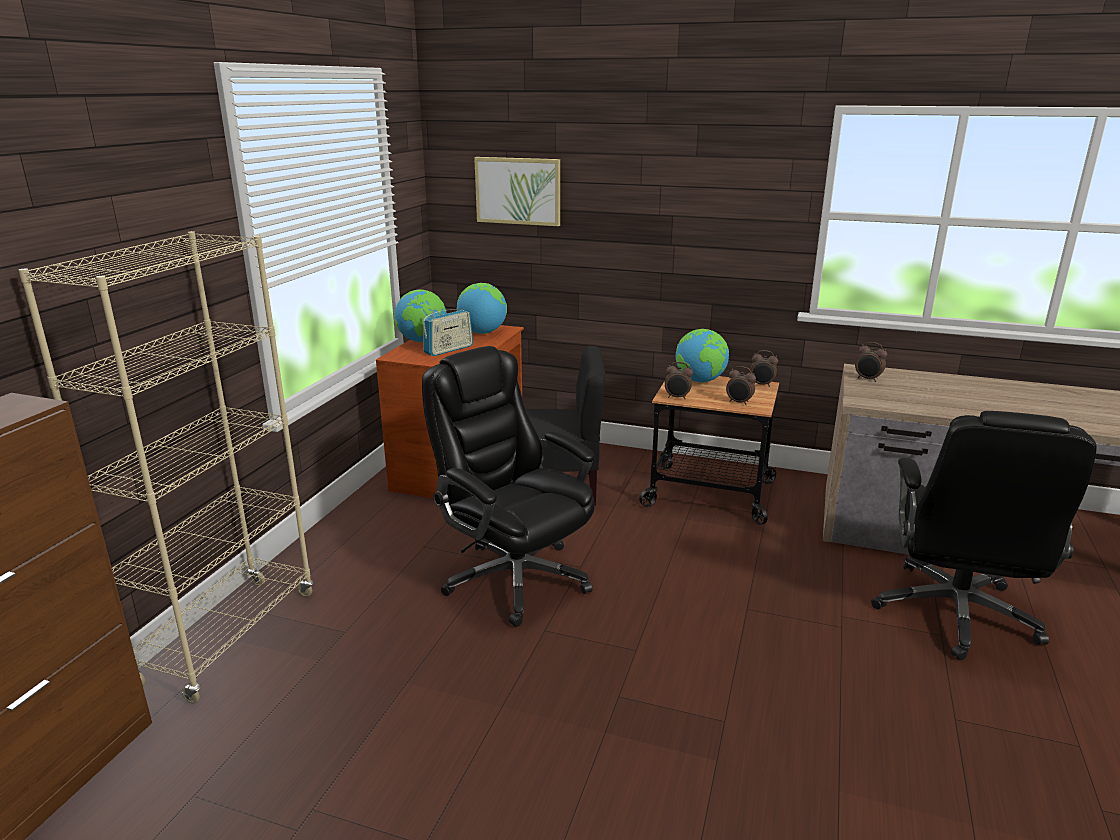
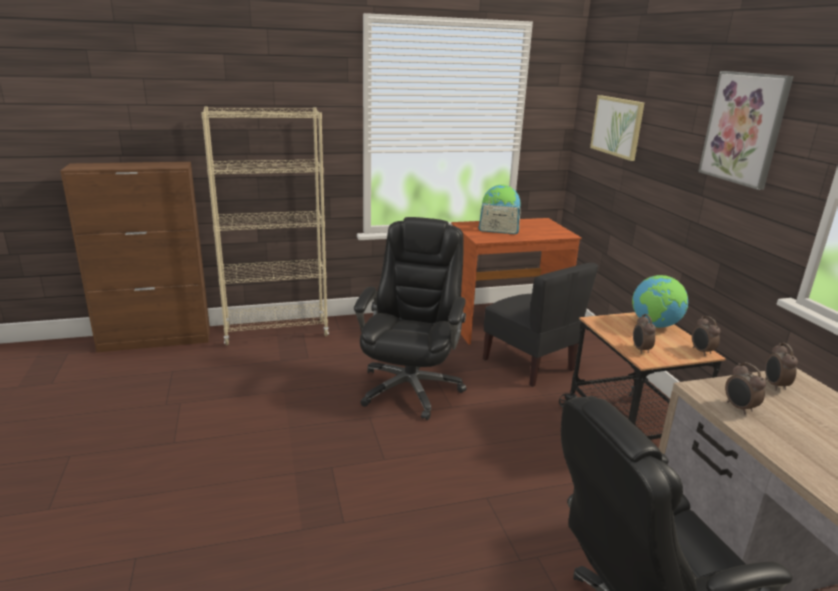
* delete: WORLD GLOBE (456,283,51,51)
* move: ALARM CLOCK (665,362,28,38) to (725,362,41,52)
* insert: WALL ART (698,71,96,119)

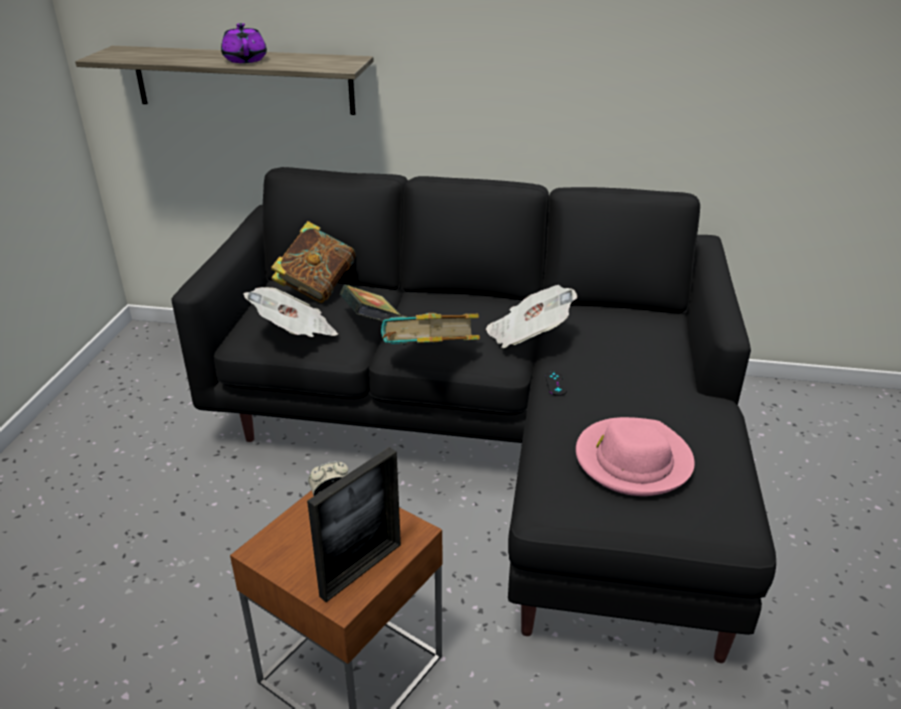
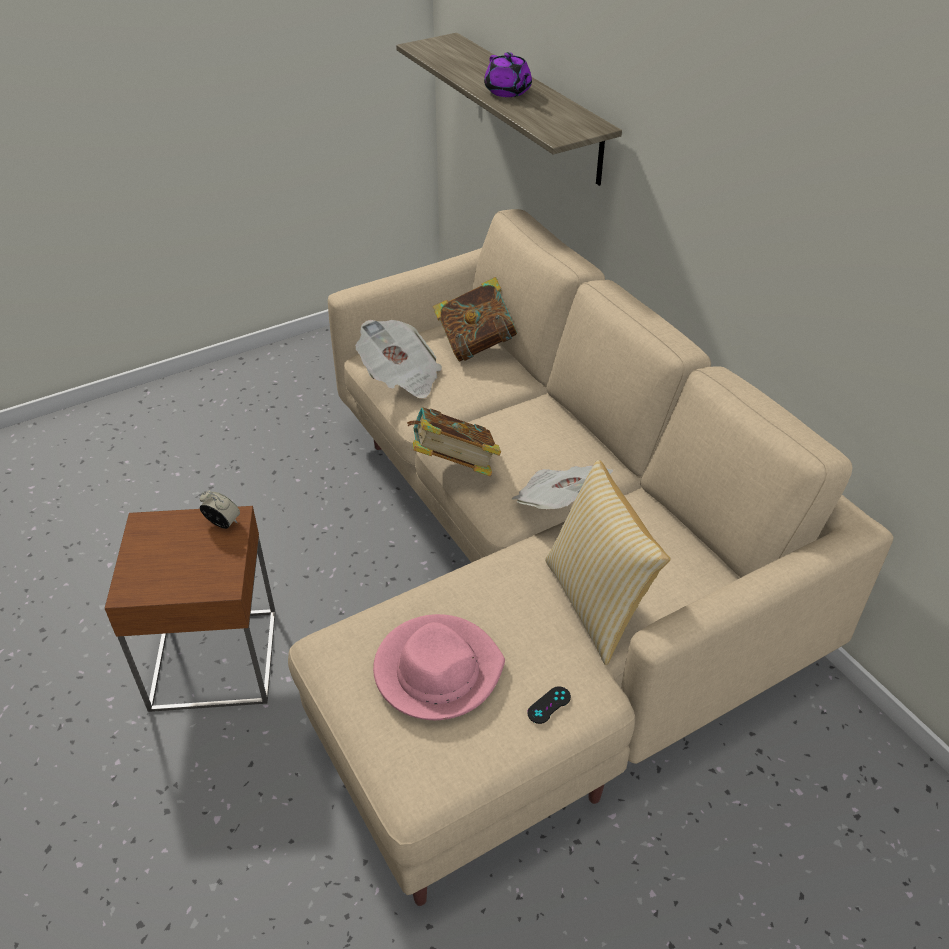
* rotate: PURPLISH TEA POT (221,23,46,40) = (484,52,48,45) 120 degrees clockwise
* recolor: BLACK SETTEE (171,167,605,496) to BEIGE-COLOURED SETTEE (288,209,605,697)
* delete: BOOK (340,285,62,37)
* move: BLACK JOYPAD (546,372,21,24) to (527,686,44,38)
* delete: STANDING FRAME (307,447,94,155)
* insert: PILLOW (545,460,126,205)

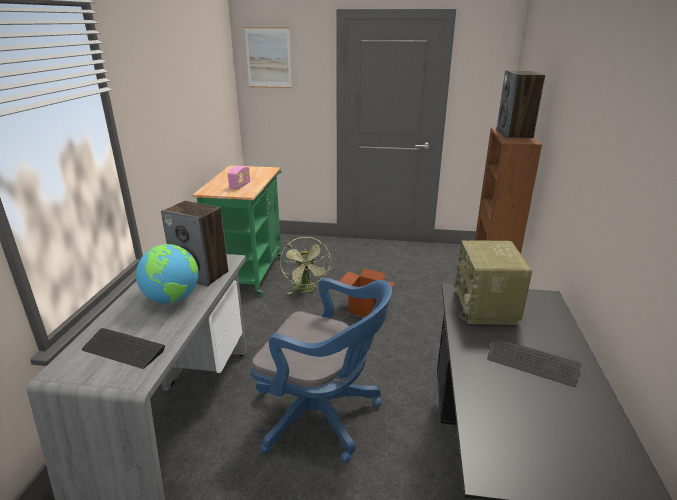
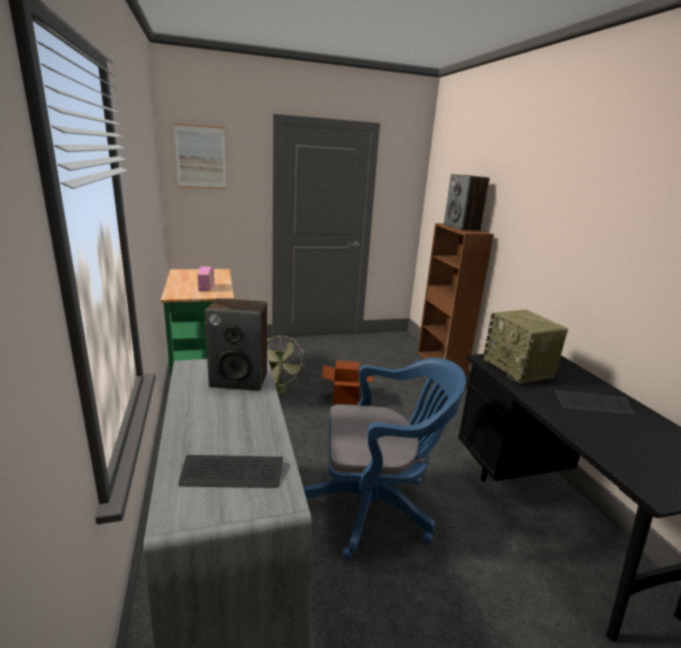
* delete: WORLD GLOBE (136,244,63,59)

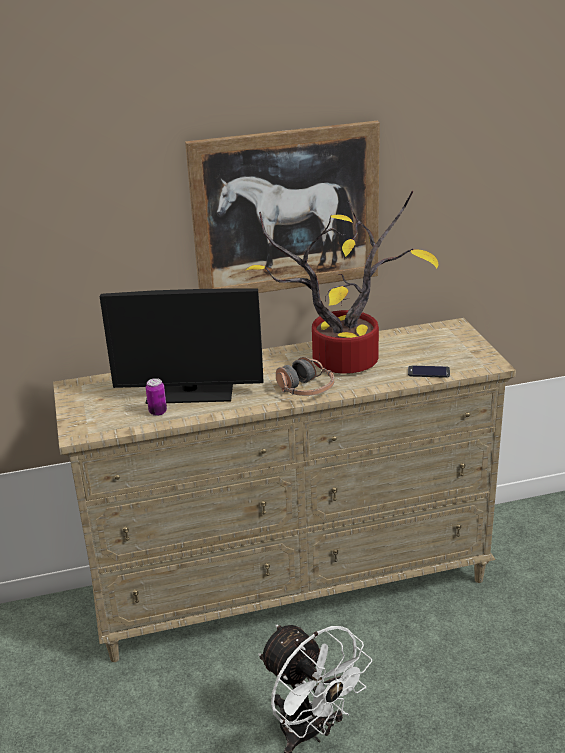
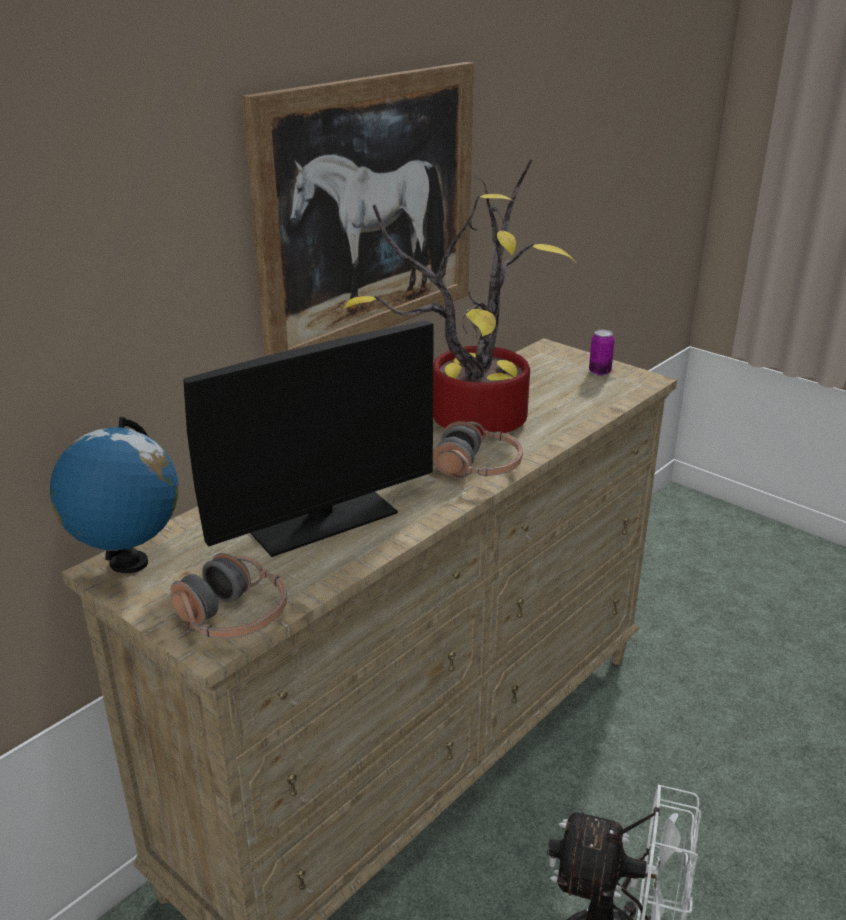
* delete: PHONE (408,366,42,12)
* move: CAN (146,378,21,38) to (589,330,26,46)
* insert: WORLD GLOBE (50,417,128,156)
* insert: PAIR OF HEADPHONES (171,553,116,85)

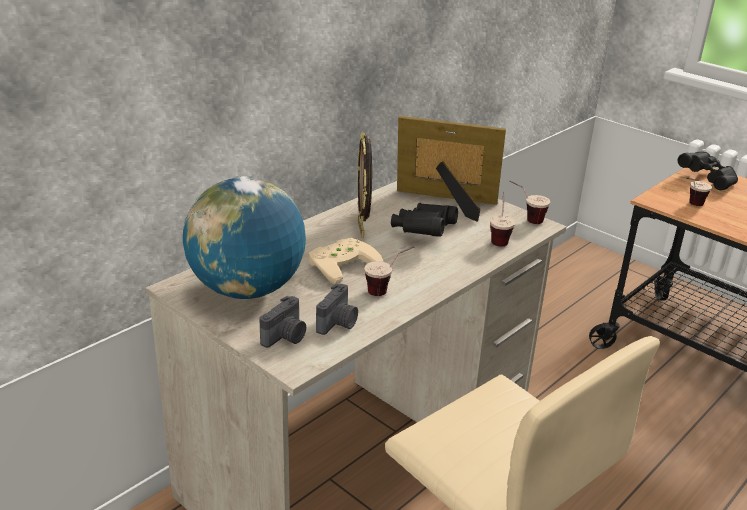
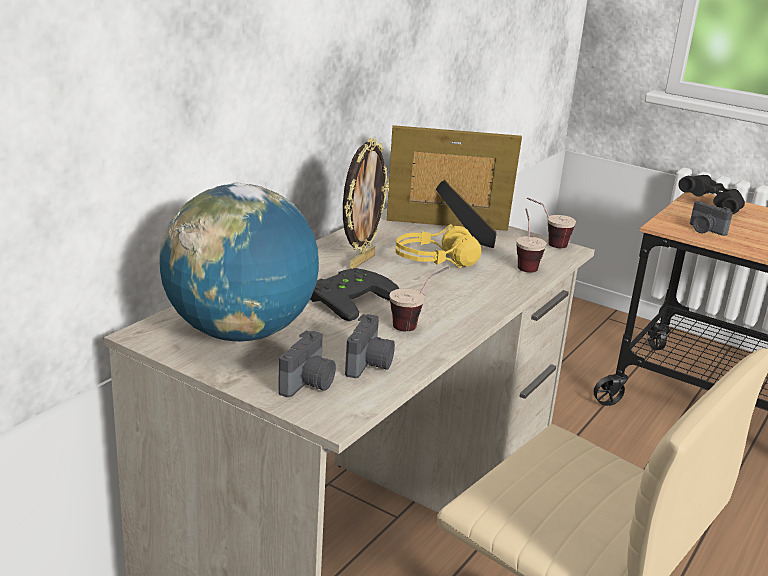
* rotate: STANDING FRAME (357,132,15,106) = (343,138,46,131) 135 degrees counterclockwise
* replace: SMALL CUP (686,178,26,28) to PHOTO CAMERA (690,201,43,35)
* replace: BLACK PAIR OF BINOCULARS (391,203,67,34) to YELLOW-COLOURED PAIR OF HEADPHONES (396,224,85,44)
* recolor: BEIGE-COLOURED JOYPAD (309,238,74,47) to BLACK JOYPAD (310,268,90,54)

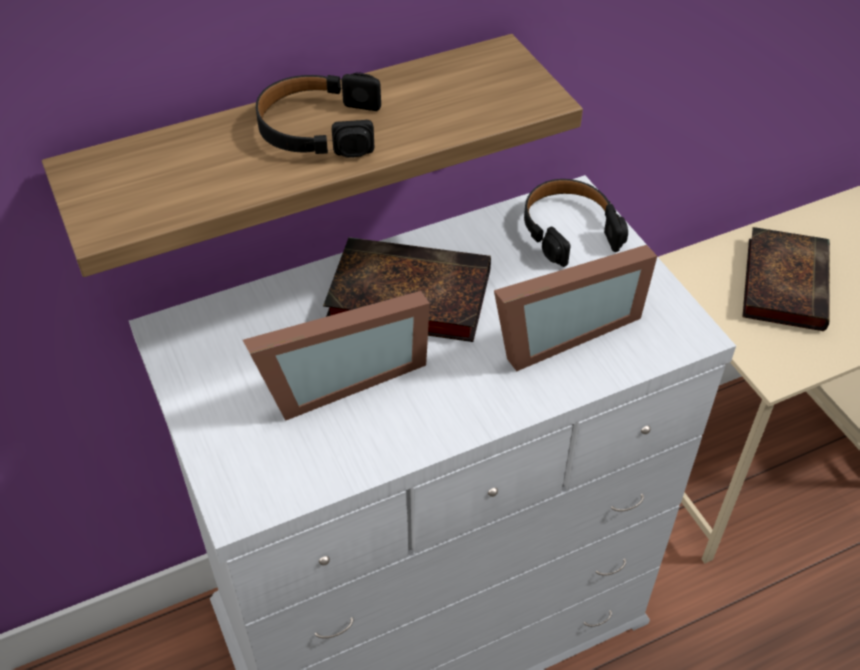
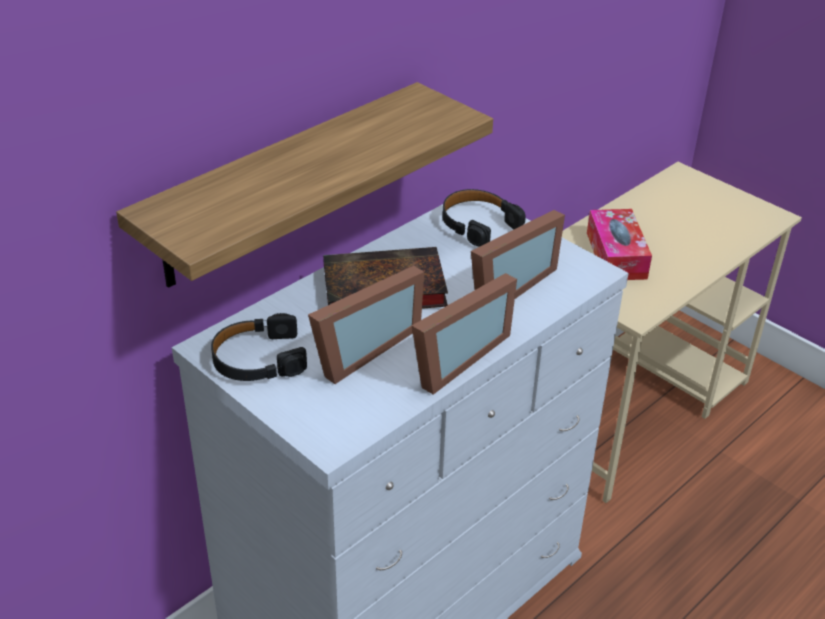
* move: BLACK PAIR OF HEADPHONES (256,72,125,86) to (211,313,96,68)
* replace: BOOK (742,227,88,104) to BOX OF TISSUES (587,209,65,71)
* insert: STANDING FRAME (412,273,105,122)

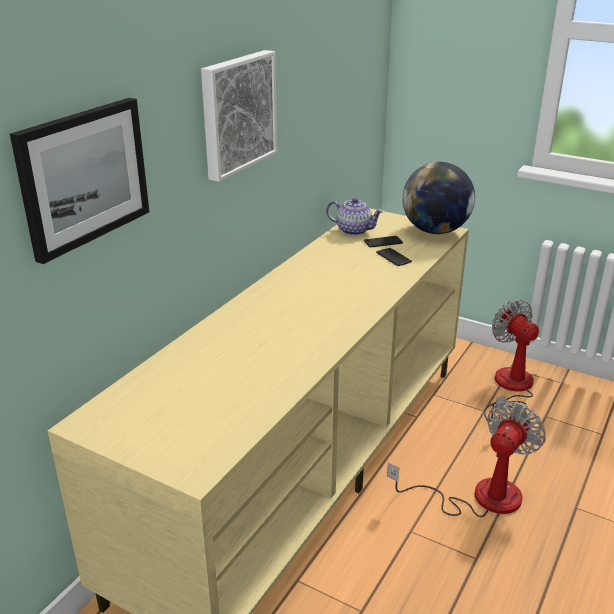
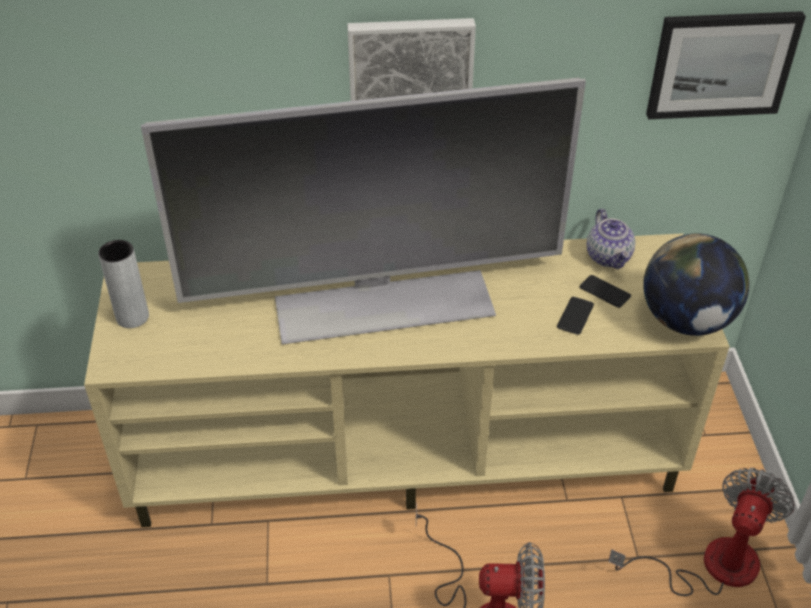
* move: WALL ART (10,98,139,166) to (646,11,160,108)
* insert: TV SET (141,77,445,267)
* insert: GREY VASE (98,240,51,88)

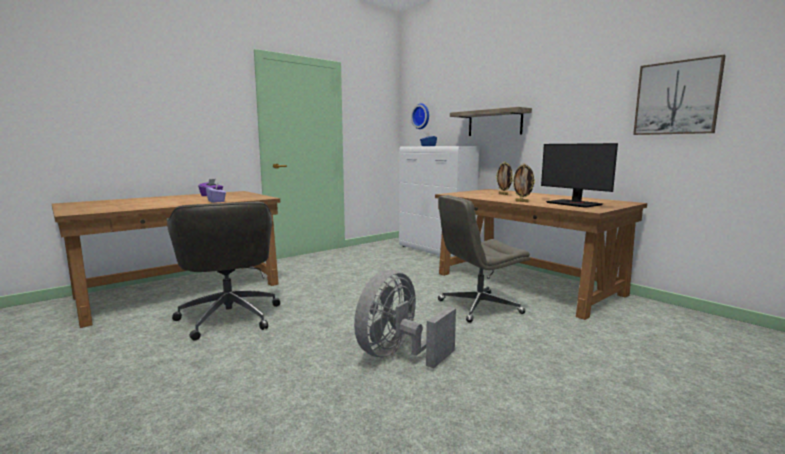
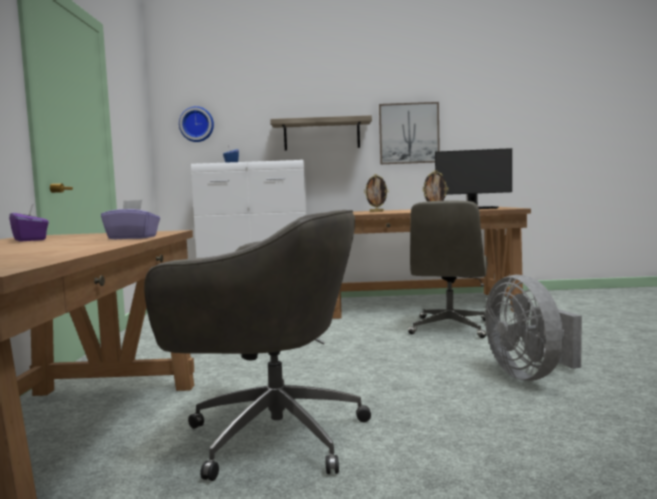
* move: WALL ART (633,55,93,80) to (379,102,61,62)

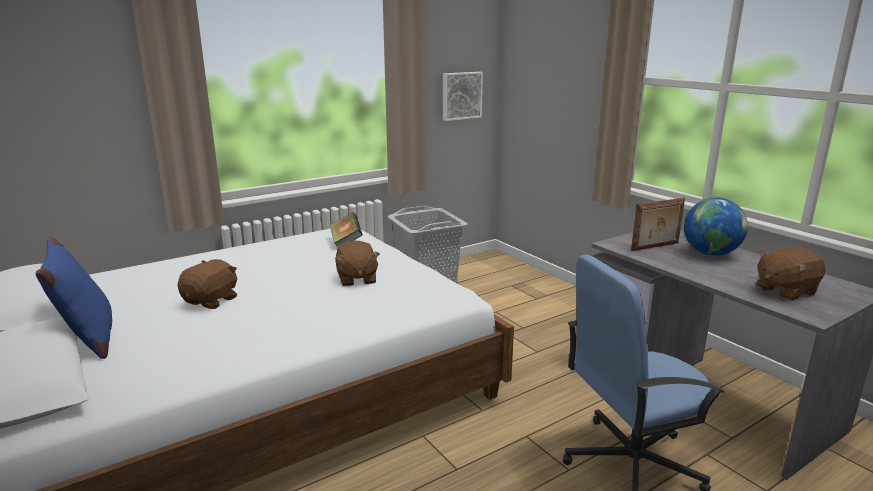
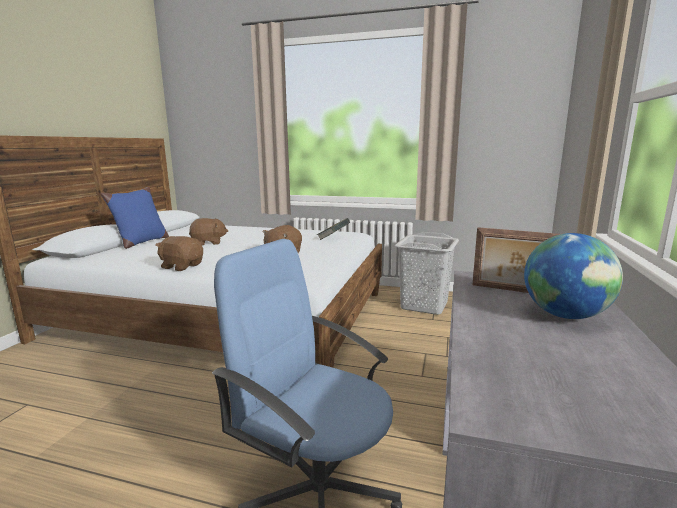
* delete: WALL ART (443,72,40,49)
* move: BROWNISH CUDDLY TOY (756,247,70,53) to (156,236,47,35)

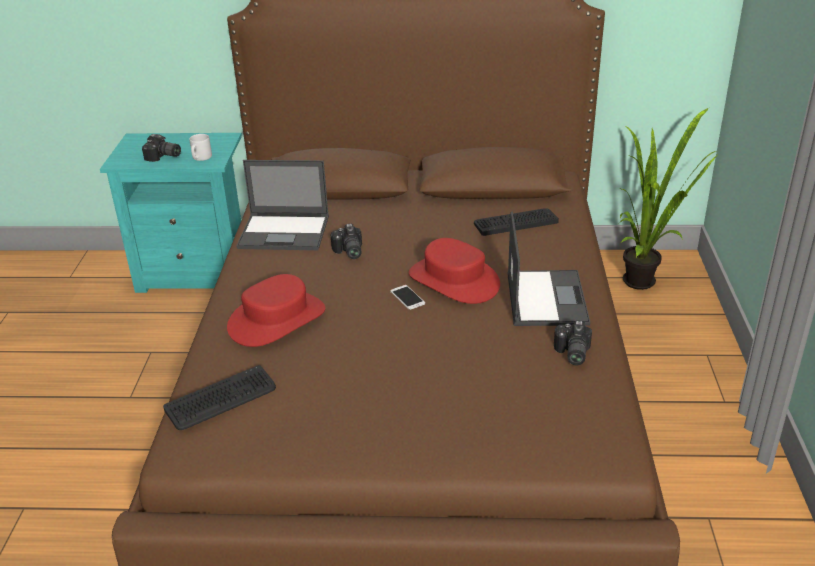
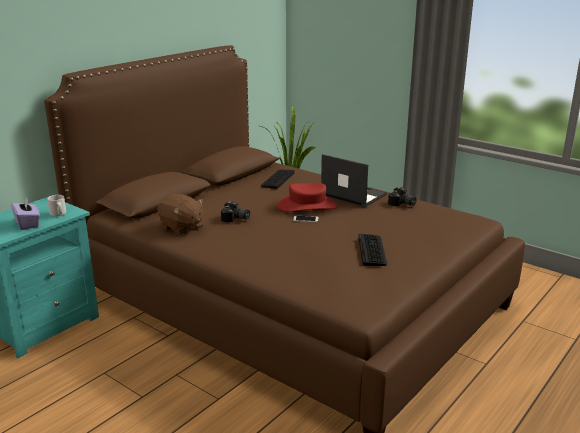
* replace: PHOTO CAMERA (142,134,39,28) to PURPLISH BOX OF TISSUES (11,197,29,33)
* replace: NOTEBOOK COMPUTER (236,160,93,90) to BROWNISH CUDDLY TOY (157,194,47,41)
* delete: REDDISH CLOTHING HAT (227,274,98,73)
* move: PC KEYBOARD (163,365,113,65) to (358,234,29,32)

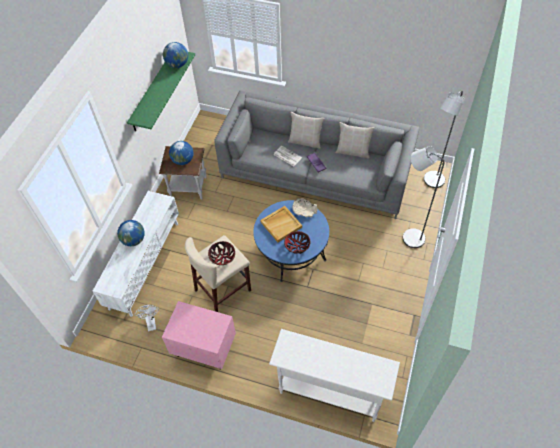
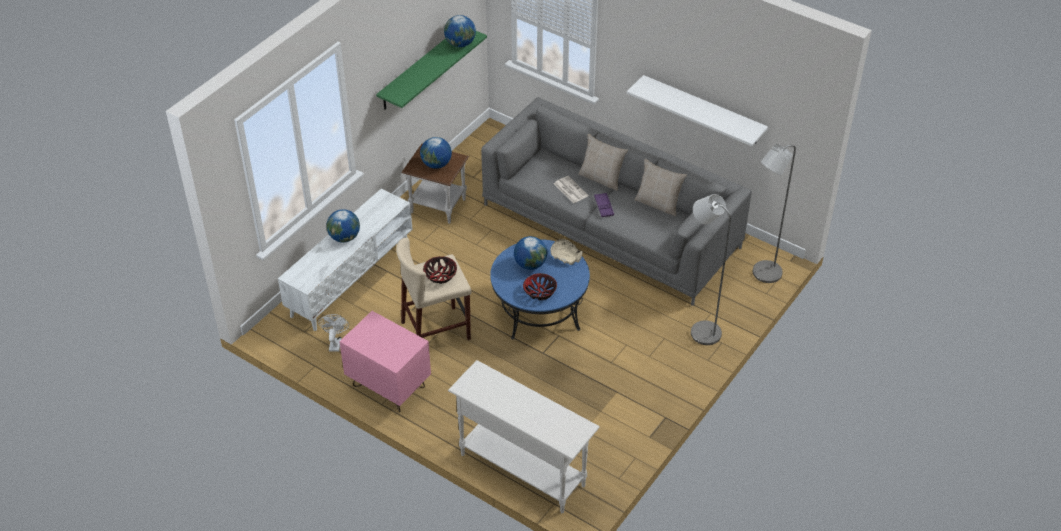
* replace: BEIGE-COLOURED SERVING TRAY (260,206,42,36) to WORLD GLOBE (514,236,33,34)
* insert: WHITE-COLOURED BRACKET SHELF (627,75,141,71)

